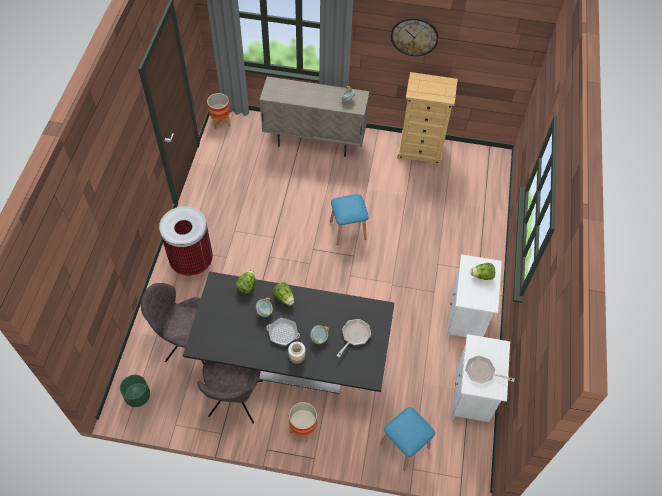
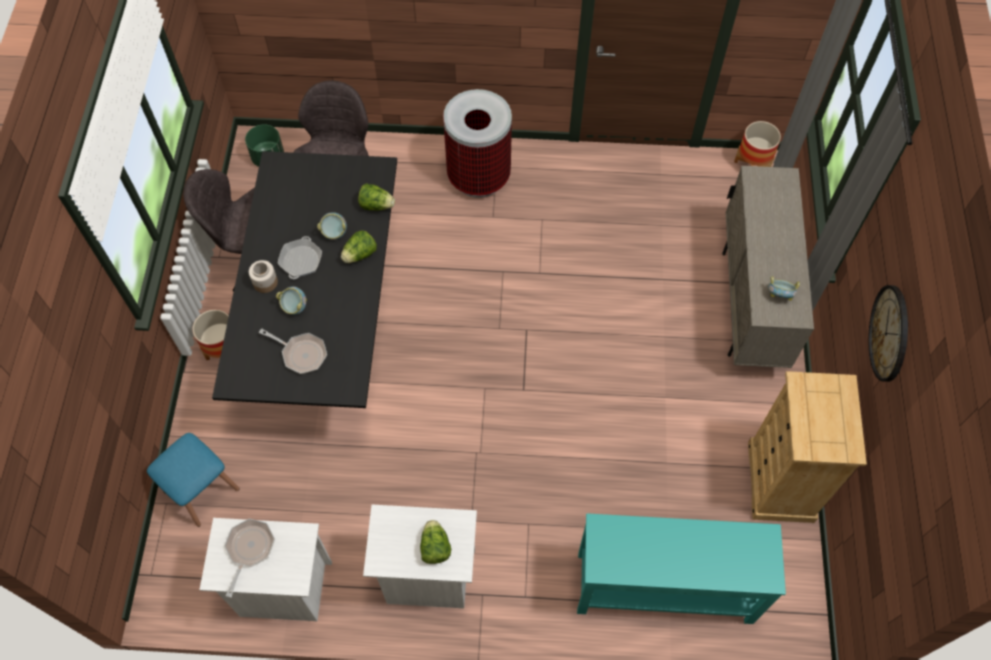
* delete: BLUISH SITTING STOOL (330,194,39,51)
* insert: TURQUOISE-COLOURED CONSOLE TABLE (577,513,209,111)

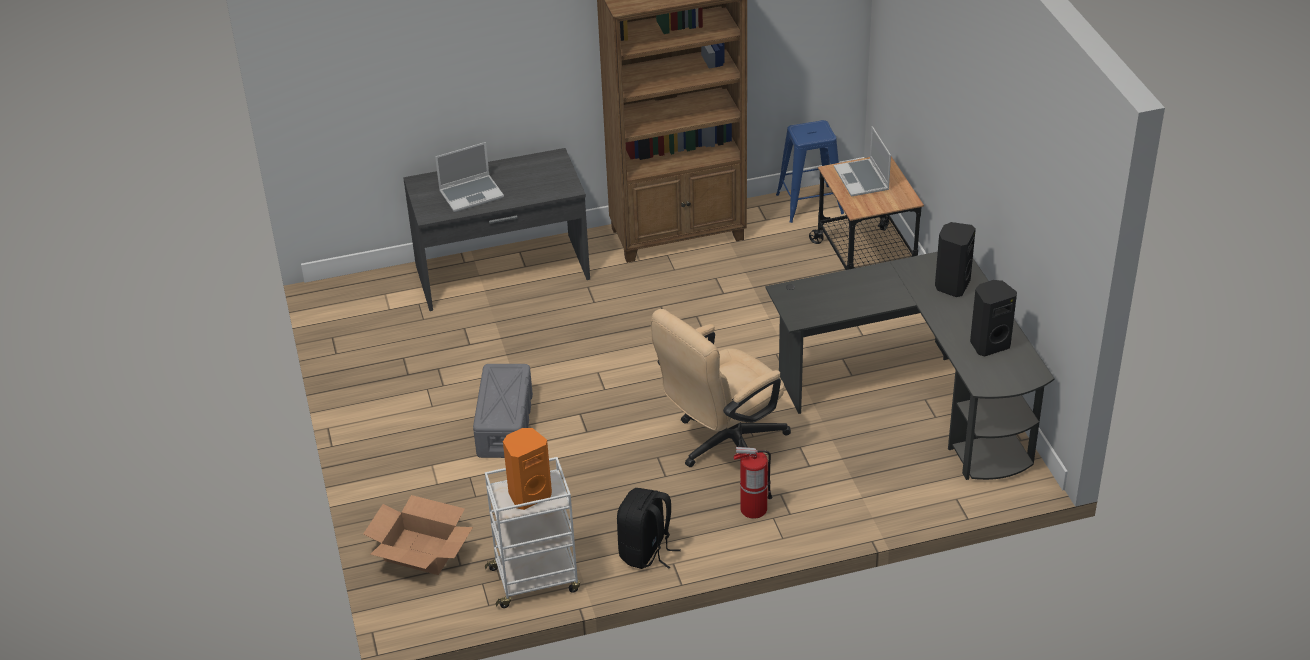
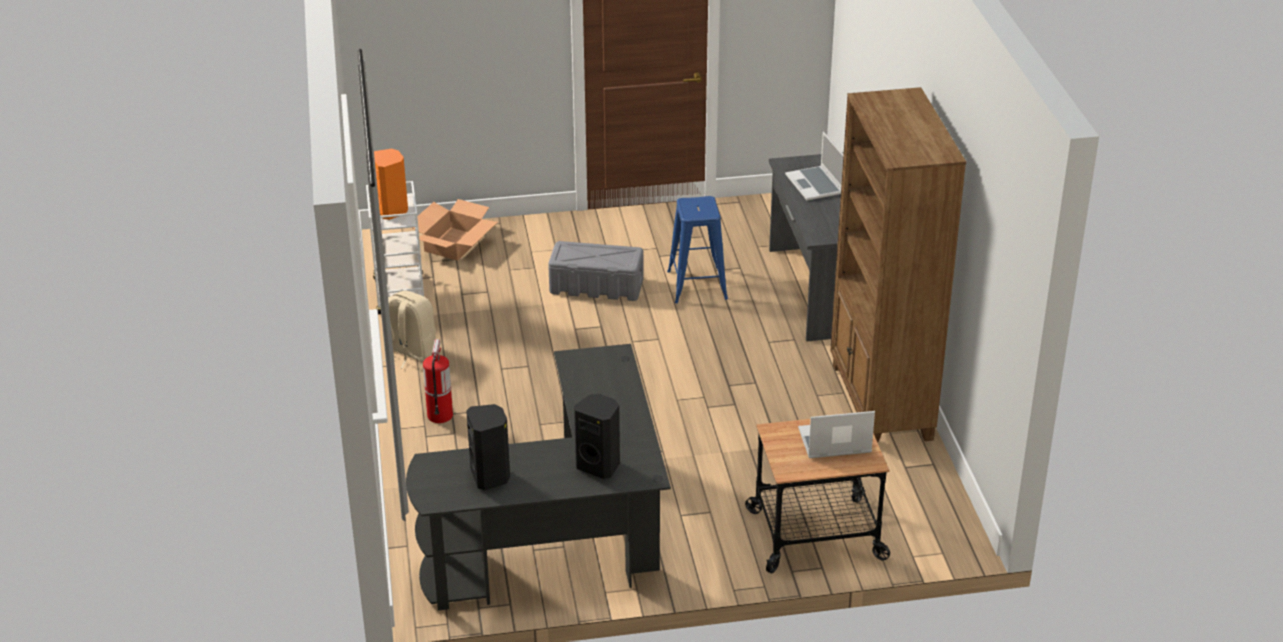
* move: BLUISH SITTING STOOL (776,120,68,103) to (667,196,61,107)
* delete: BEIGE-COLOURED OFFICE CHAIR (651,309,140,158)
* recolor: BLACK KNAPSACK (617,488,64,81) to BEIGE-COLOURED KNAPSACK (382,290,54,79)

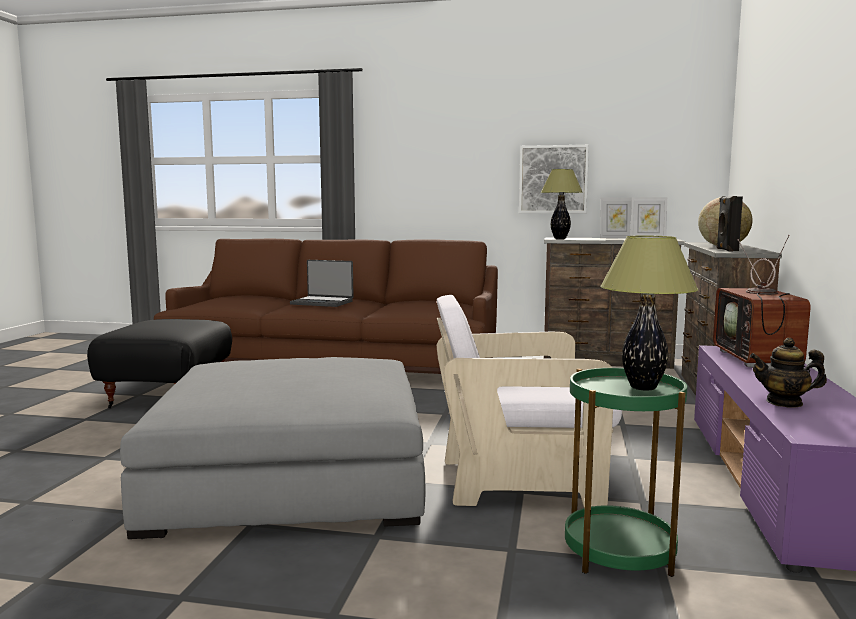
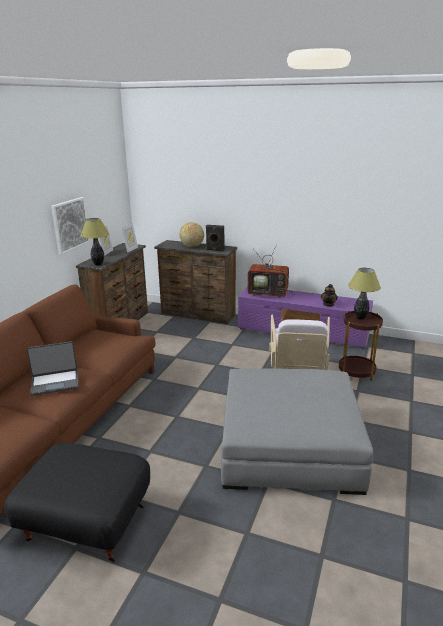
* rotate: NOTEBOOK COMPUTER (290,260,64,47) = (27,341,52,55) 45 degrees clockwise
* recolor: GREEN END TABLE (565,368,123,209) to BROWNISH END TABLE (339,311,44,69)

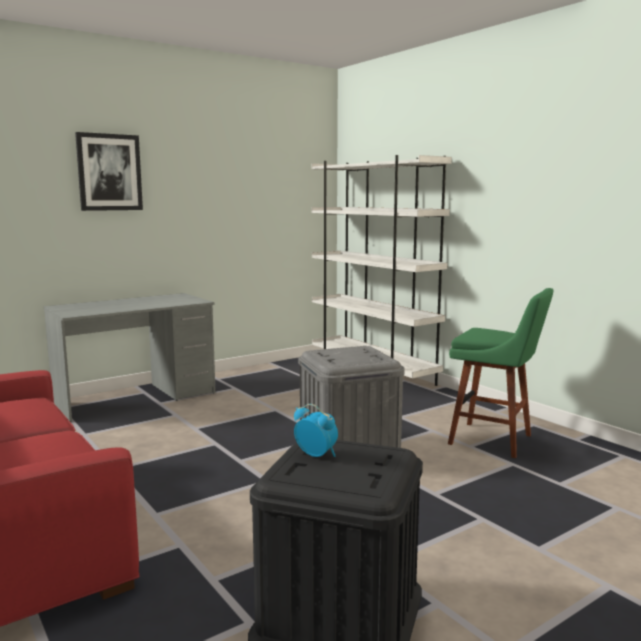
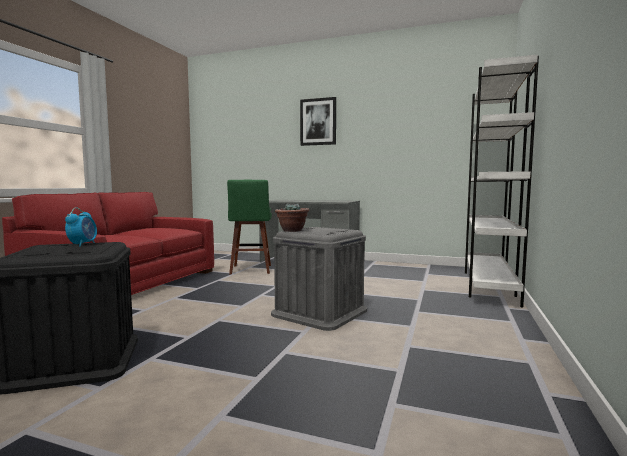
* move: GREEN SITTING STOOL (448,288,106,170) to (227,180,45,94)
* insert: POTTED PLANT (275,203,34,29)

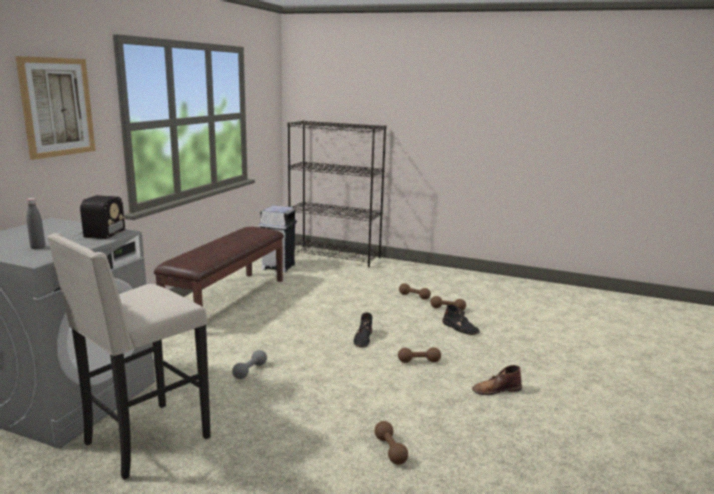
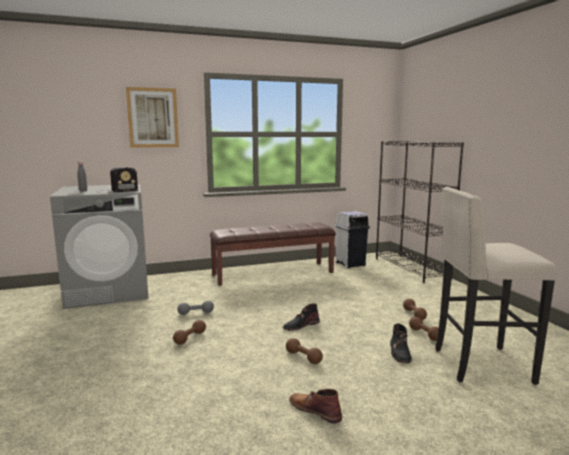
* move: BEIGE-COLOURED SITTING STOOL (47,233,164,247) to (435,187,122,198)
* move: BROWNISH HAND WEIGHT (374,421,34,44) to (173,320,33,25)

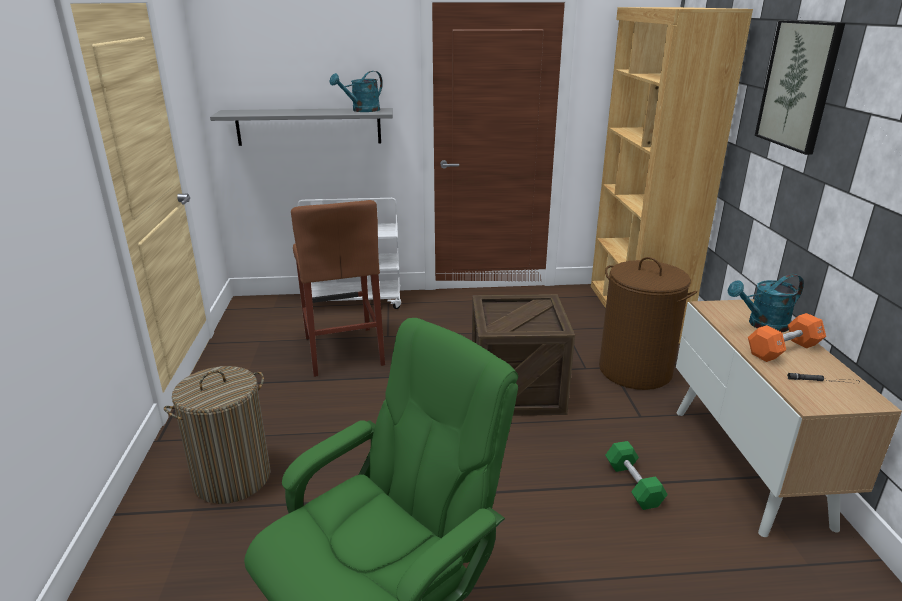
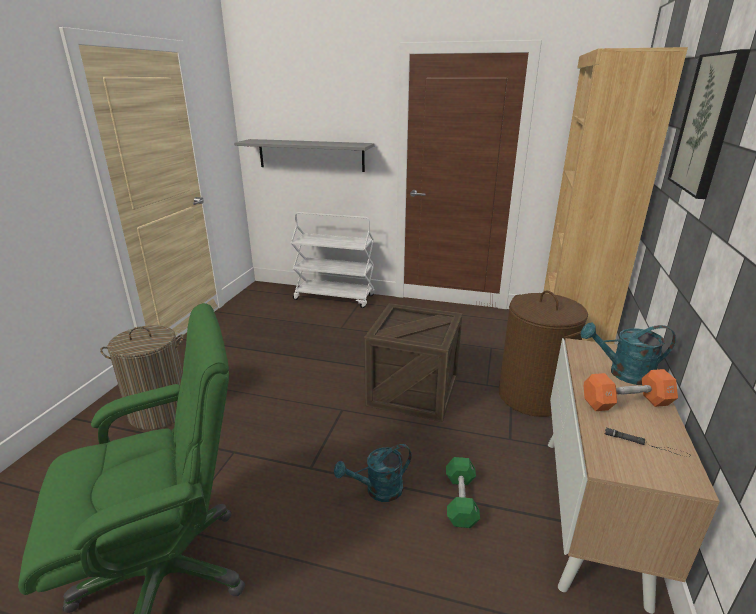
* move: TURQUOISE-COLOURED WATERING POT (329,71,54,41) to (334,444,78,58)
* delete: BROWNISH SITTING STOOL (291,200,94,177)

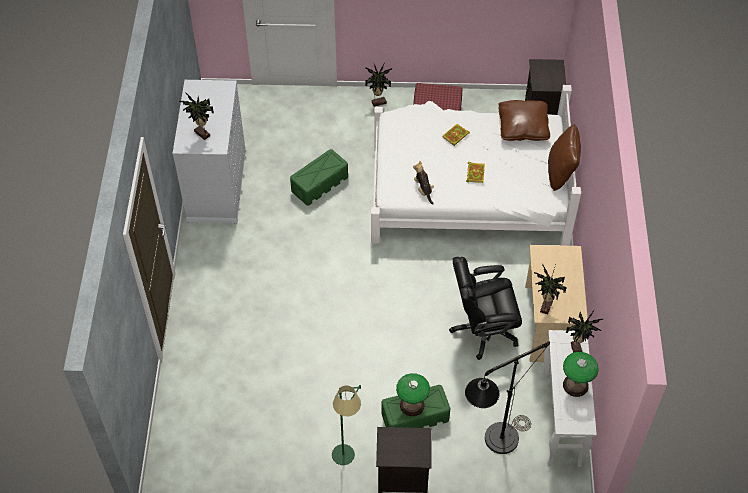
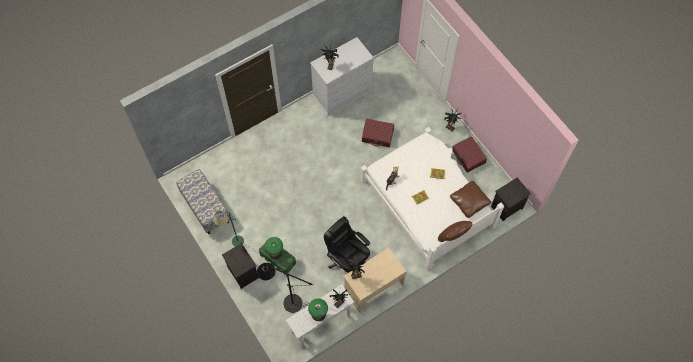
* replace: GREEN STORAGE CONTAINER (290,149,58,56) to REDDISH SUITCASE (362,119,32,28)
* insert: LONG SEAT (176,169,54,65)

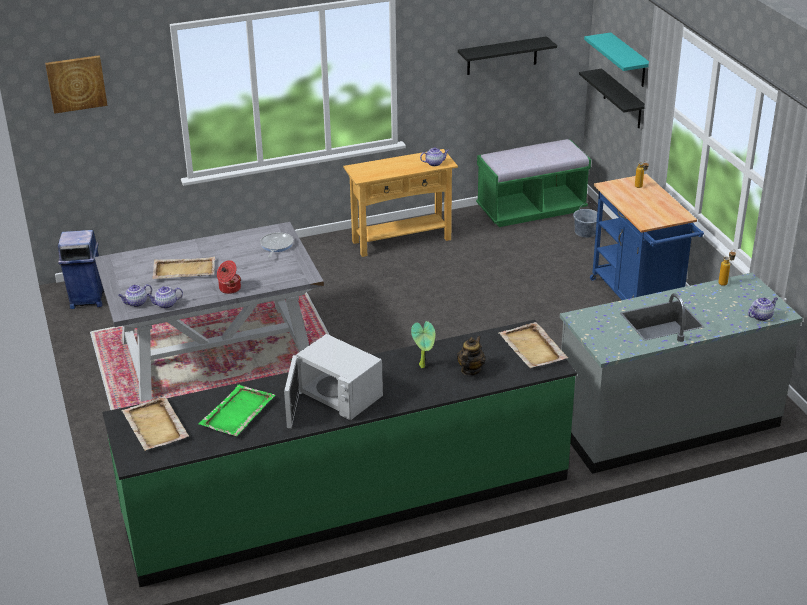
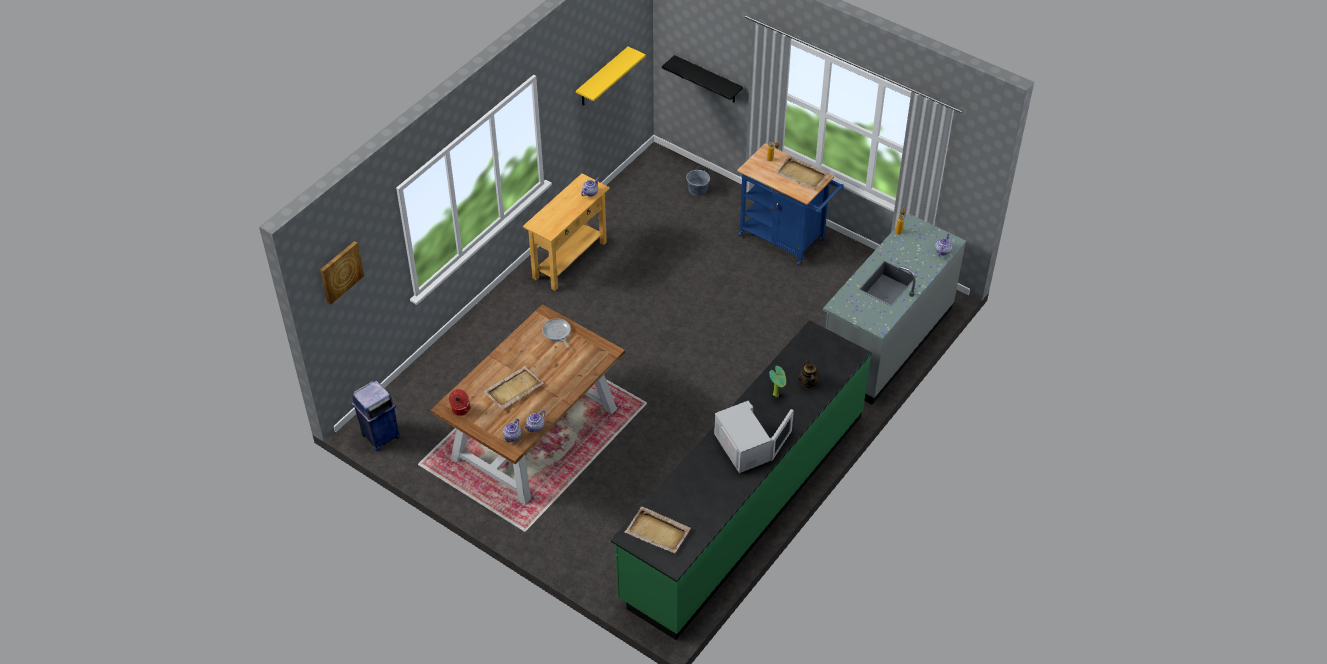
* delete: TURQUOISE-COLOURED BRACKET SHELF (584,32,65,55)
* recolor: BLACK BRACKET SHELF (458,36,99,39) to YELLOW-COLOURED BRACKET SHELF (576,46,70,59)
* delete: GREEN LONG SEAT (476,139,115,88)
* recolor: GREY KITCHEN TABLE (95,222,229,180) to BROWNISH KITCHEN TABLE (431,304,194,200)
* move: SAUCEPOT (217,260,24,34) to (449,389,22,27)
* move: BEIGE-COLOURED SERVING TRAY (499,322,69,46) to (775,156,54,33)
* rotate: WHITE-COLOURED KITCHEN MICROWAVE (284,334,99,94) = (714,401,80,72) 120 degrees counterclockwise
* delete: GREEN SERVING TRAY (199,385,76,51)

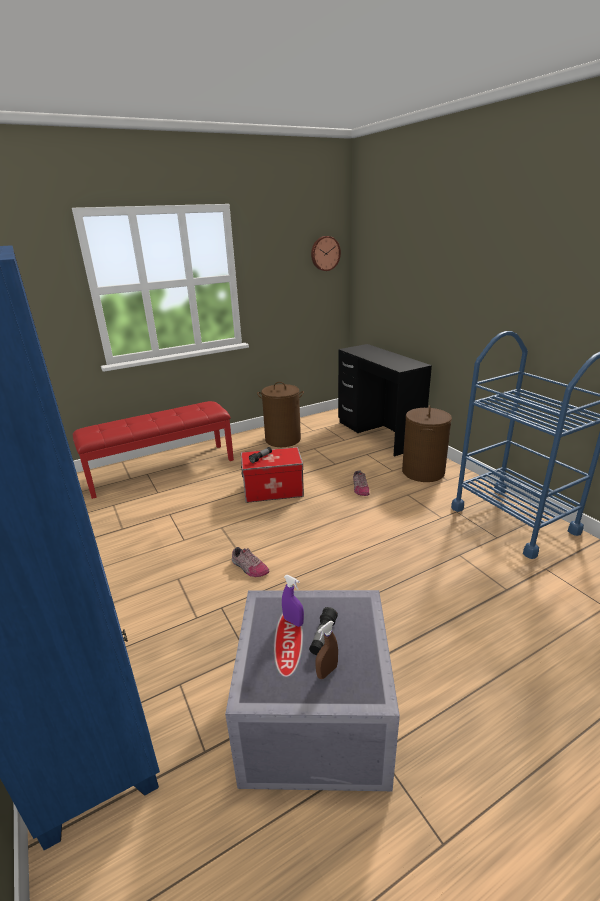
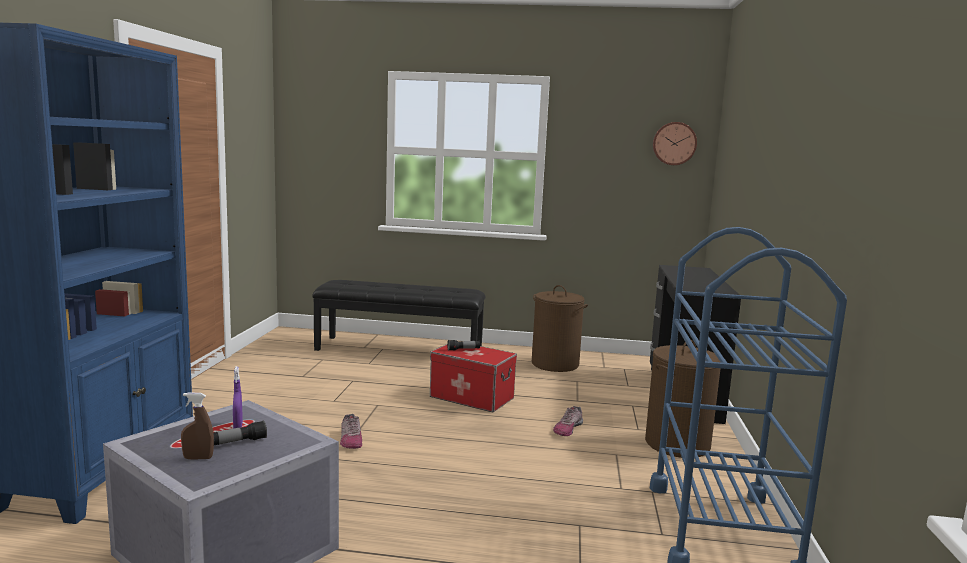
* recolor: REDDISH LONG SEAT (73,401,161,98) to BLACK LONG SEAT (312,280,174,71)

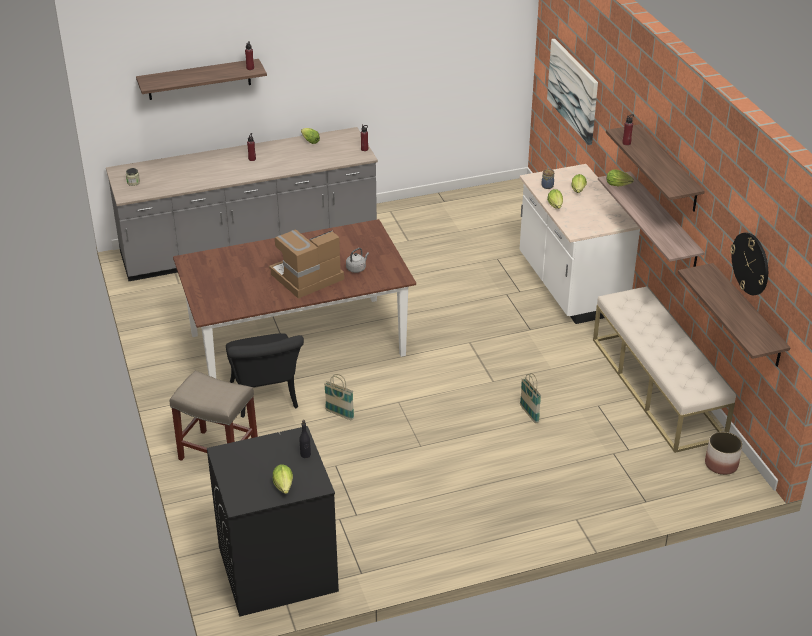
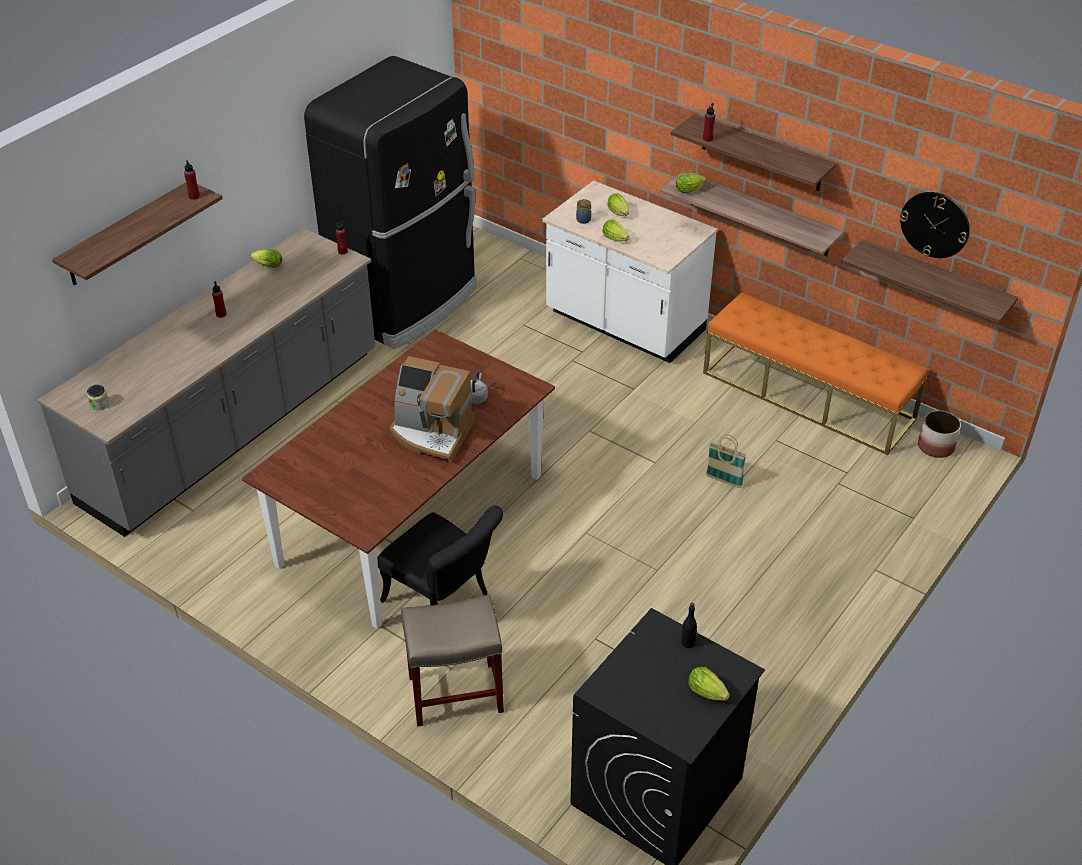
* delete: WALL ART (547,39,51,106)
* rotate: COFFEE BREWER (269,230,75,69) = (390,356,85,107) 90 degrees counterclockwise
* recolor: BEIGE-COLOURED LONG SEAT (593,286,143,167) to ORANGEY LONG SEAT (703,292,225,163)
* delete: BASKET (324,374,31,46)
* insert: BLACK KITCHEN FRIDGE (304,56,173,293)

